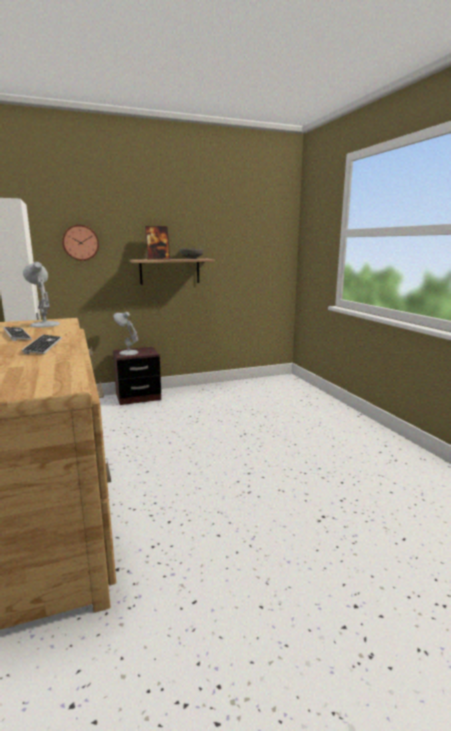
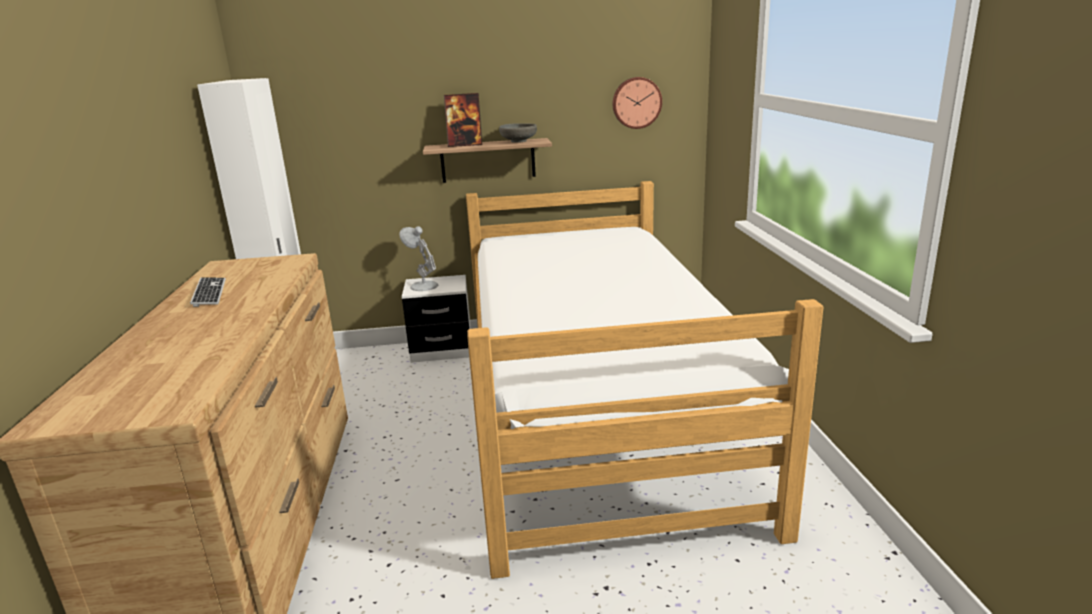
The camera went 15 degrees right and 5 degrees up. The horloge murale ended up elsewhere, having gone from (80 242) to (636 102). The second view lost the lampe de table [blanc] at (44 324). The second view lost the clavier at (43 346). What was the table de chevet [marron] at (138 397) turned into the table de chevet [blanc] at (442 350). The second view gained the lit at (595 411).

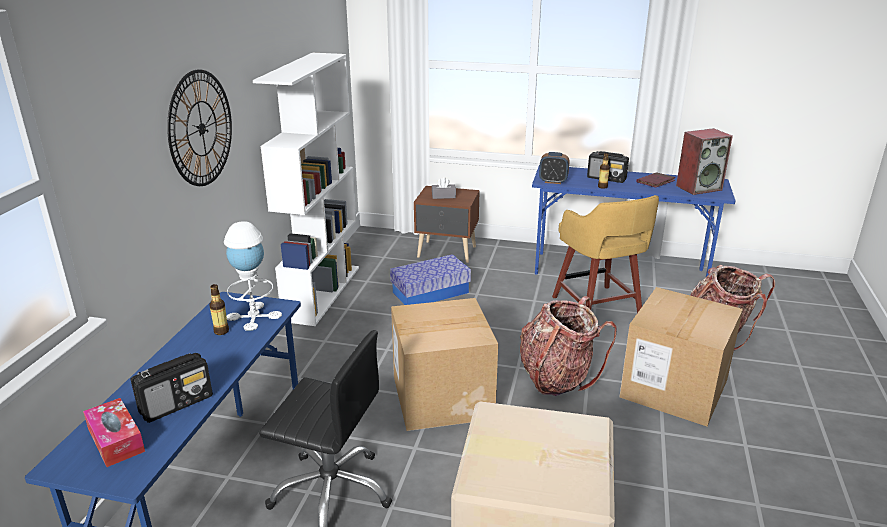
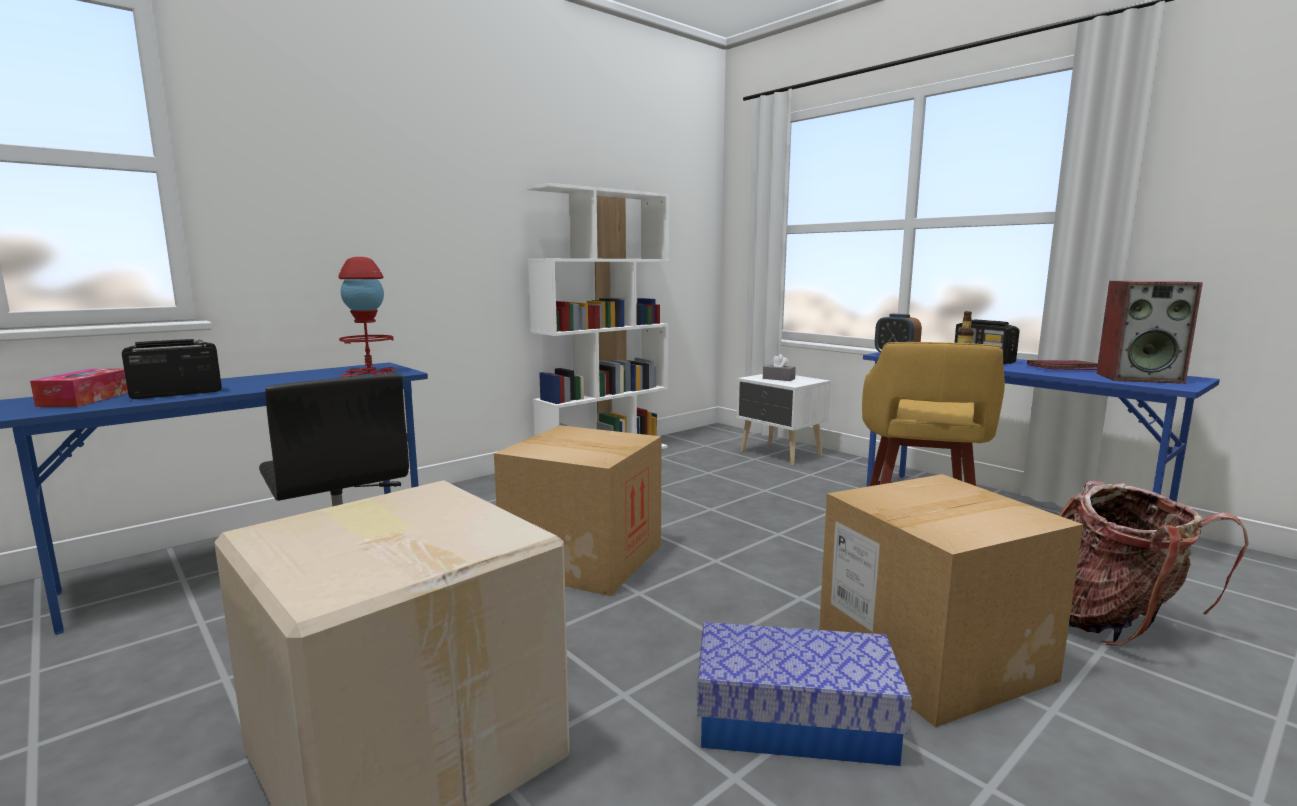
The camera went 35 degrees right and 15 degrees down. The second view lost the horloge murale at (201 128). What was the table de chevet [marron] at (447 252) turned into the table de chevet [blanc] at (780 455). What was the lampe de table [blanc] at (254 316) turned into the lampe de table [rouge] at (369 373). The boîte de rangement ended up elsewhere, having gone from (430 292) to (794 721). The second view lost the bouteille at (221 331). The second view lost the sac à dos at (557 377). The radio at (177 404) ended up facing another way, 150 degrees clockwise from before.

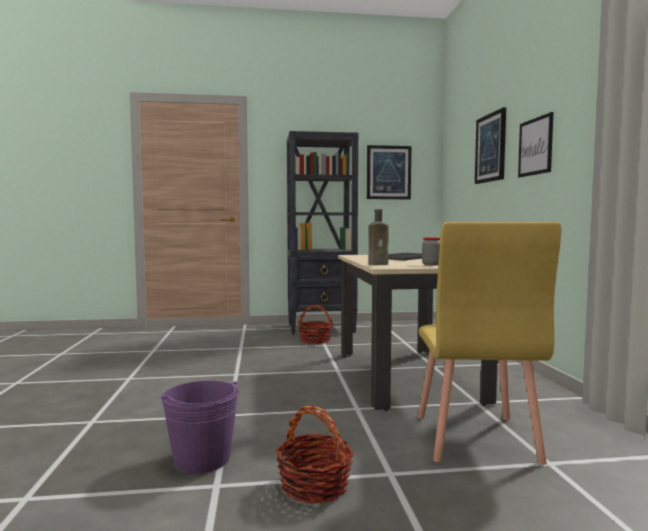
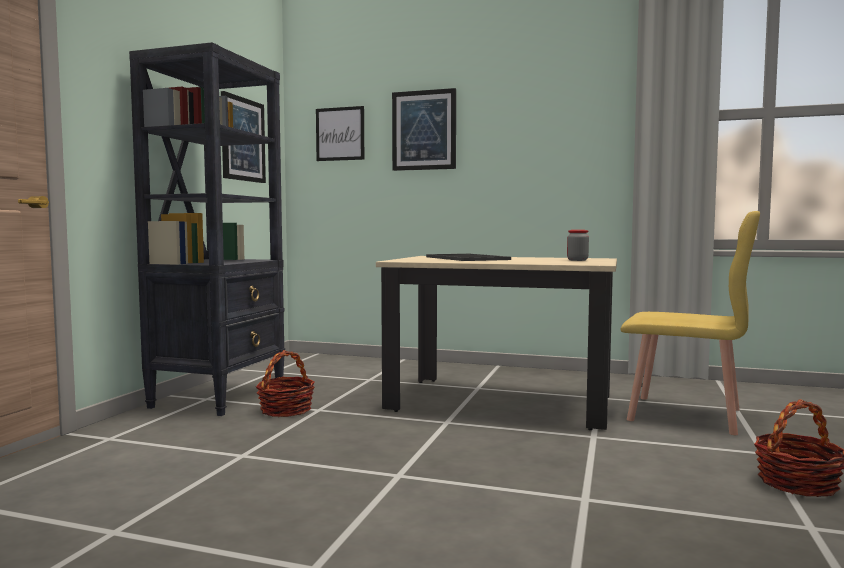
The camera went 65 degrees left and 0 degrees up. The tableau ended up elsewhere, having gone from (535 146) to (340 134). The second view lost the bouteille [marron] at (379 264). The second view lost the seau [violet] at (202 459).

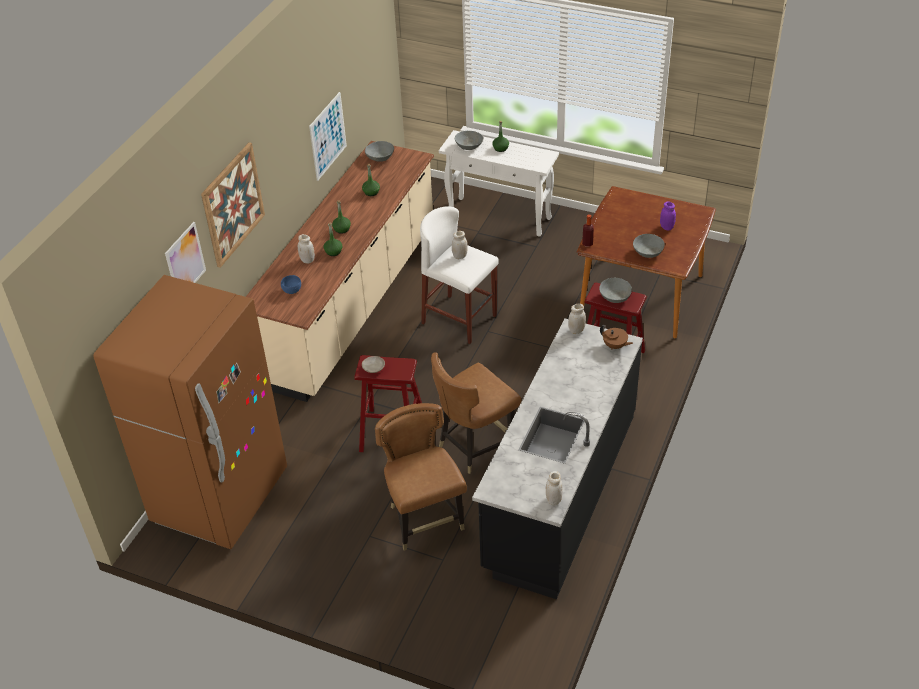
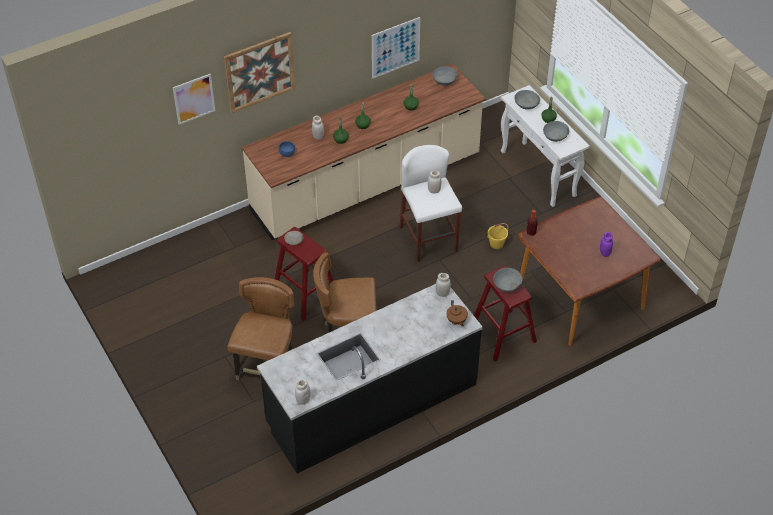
The camera went 35 degrees right and 5 degrees up. The bol [gris] ended up elsewhere, having gone from (647 252) to (555 136). The second view lost the réfrigérateur [marron] at (221 497). The second view gained the seau [jaune] at (496 244).

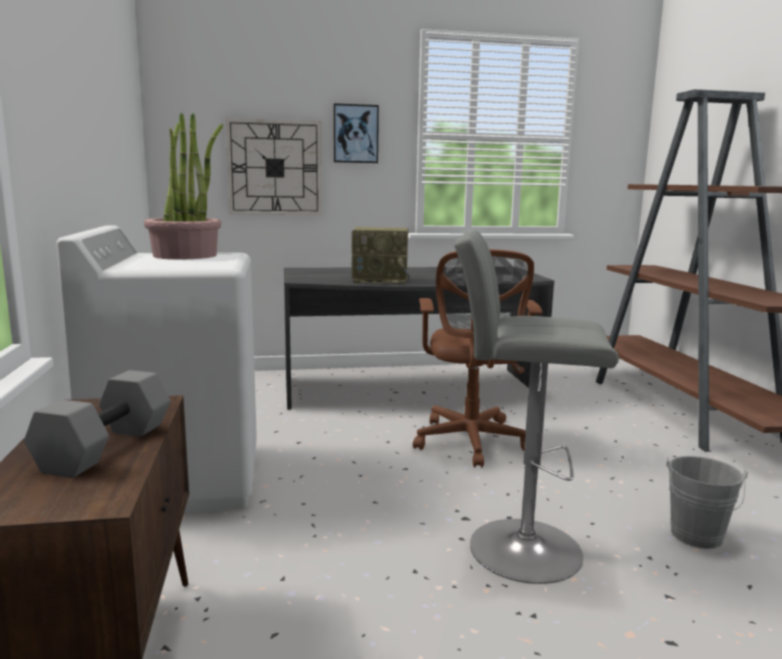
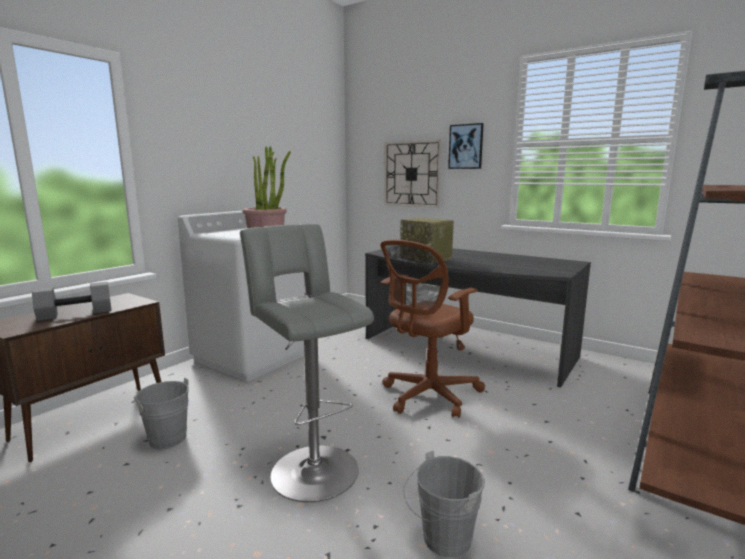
The camera went 45 degrees right and 0 degrees up. The second view gained the seau [gris] at (165 437).

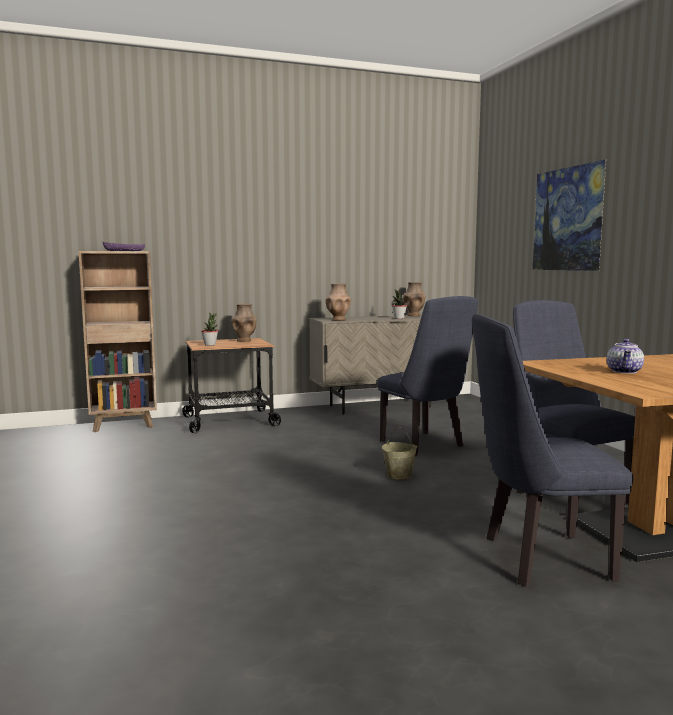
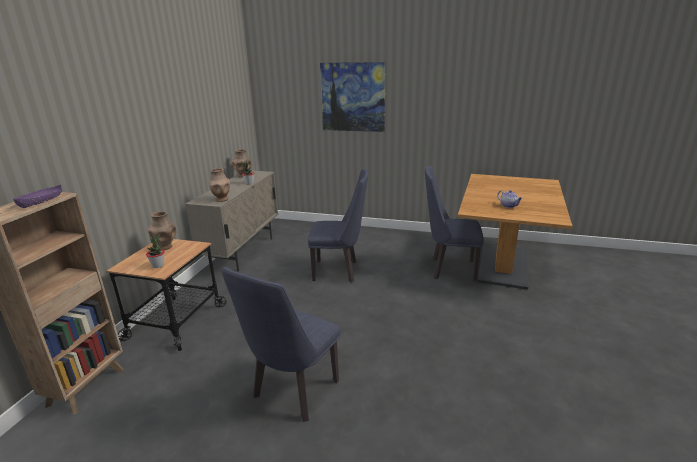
The camera went 55 degrees left and 15 degrees up. The chaise [bleu] ended up elsewhere, having gone from (536 559) to (292 393). The second view lost the seau [beige] at (399 475).

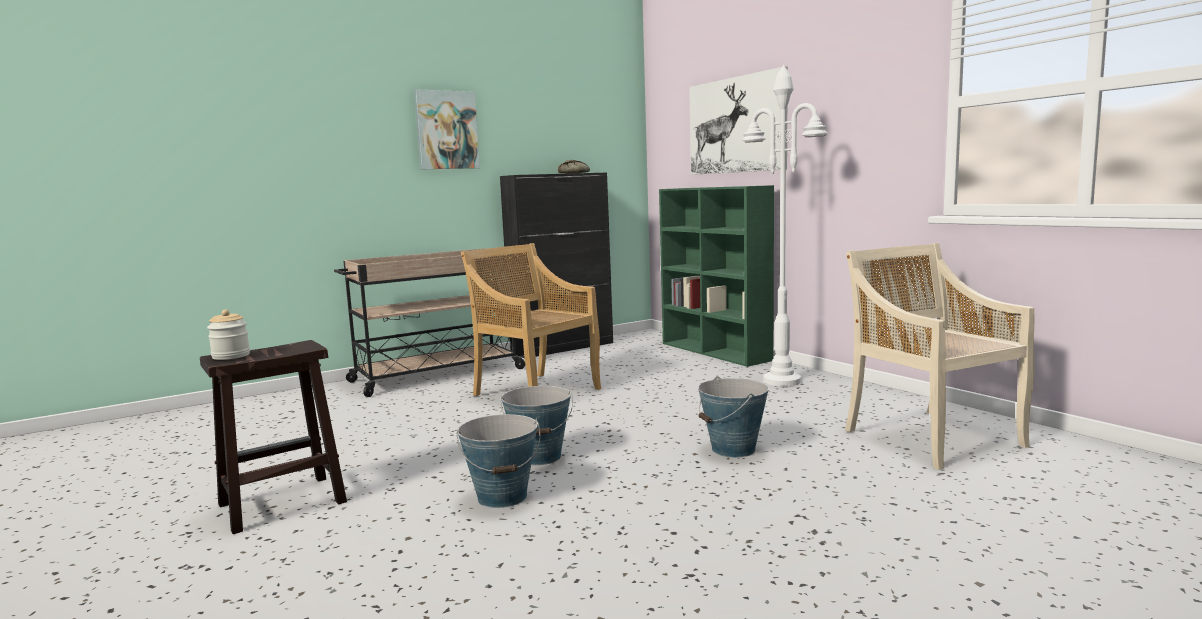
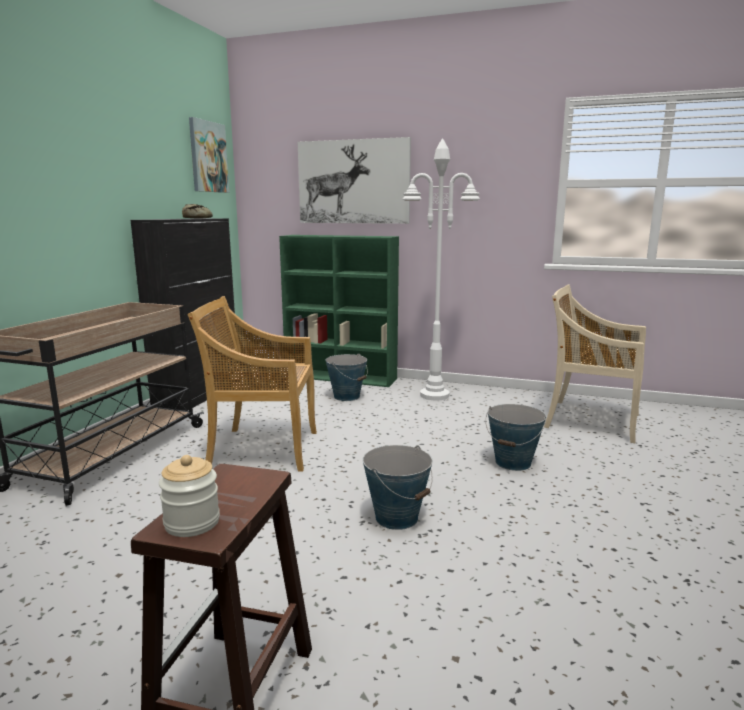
The camera went 40 degrees left and 5 degrees up. The tableau ended up elsewhere, having gone from (447 130) to (208 157). The seau ended up elsewhere, having gone from (502 497) to (347 396).

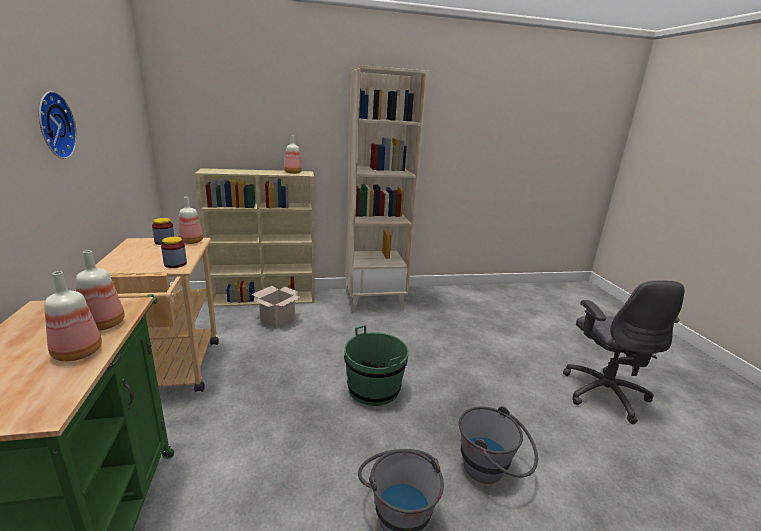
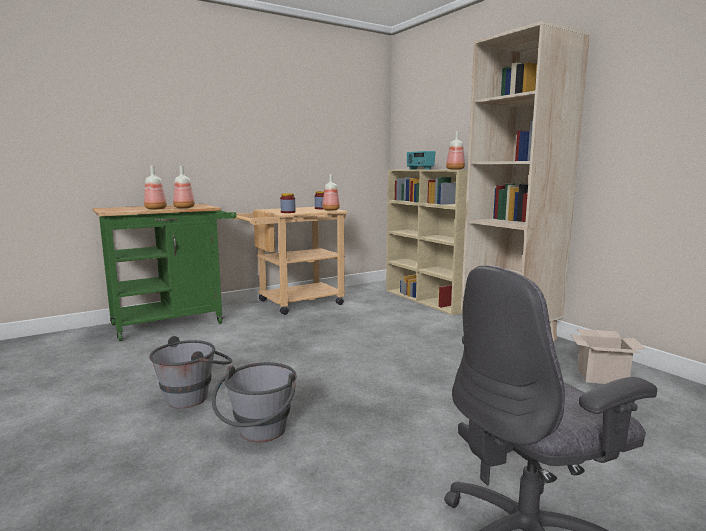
The camera went 70 degrees right and 10 degrees down. The second view lost the horloge murale at (52 125). The carton ended up elsewhere, having gone from (278 319) to (603 376). The second view lost the seau [vert] at (374 388). The second view gained the radio at (419 169).

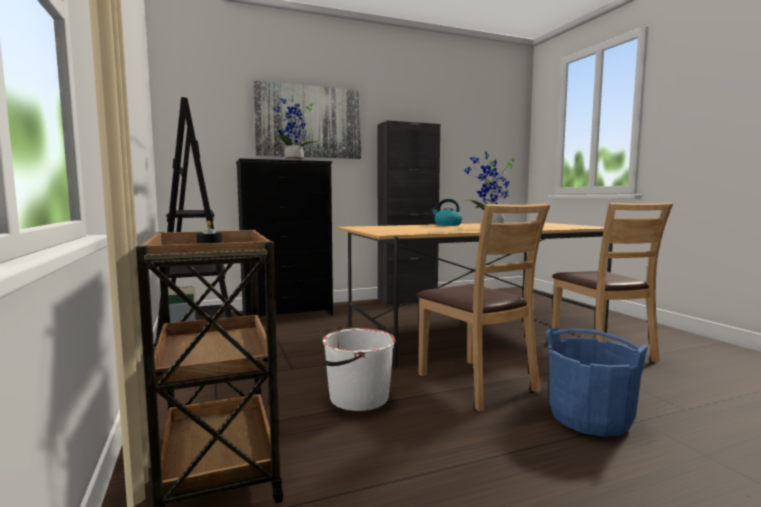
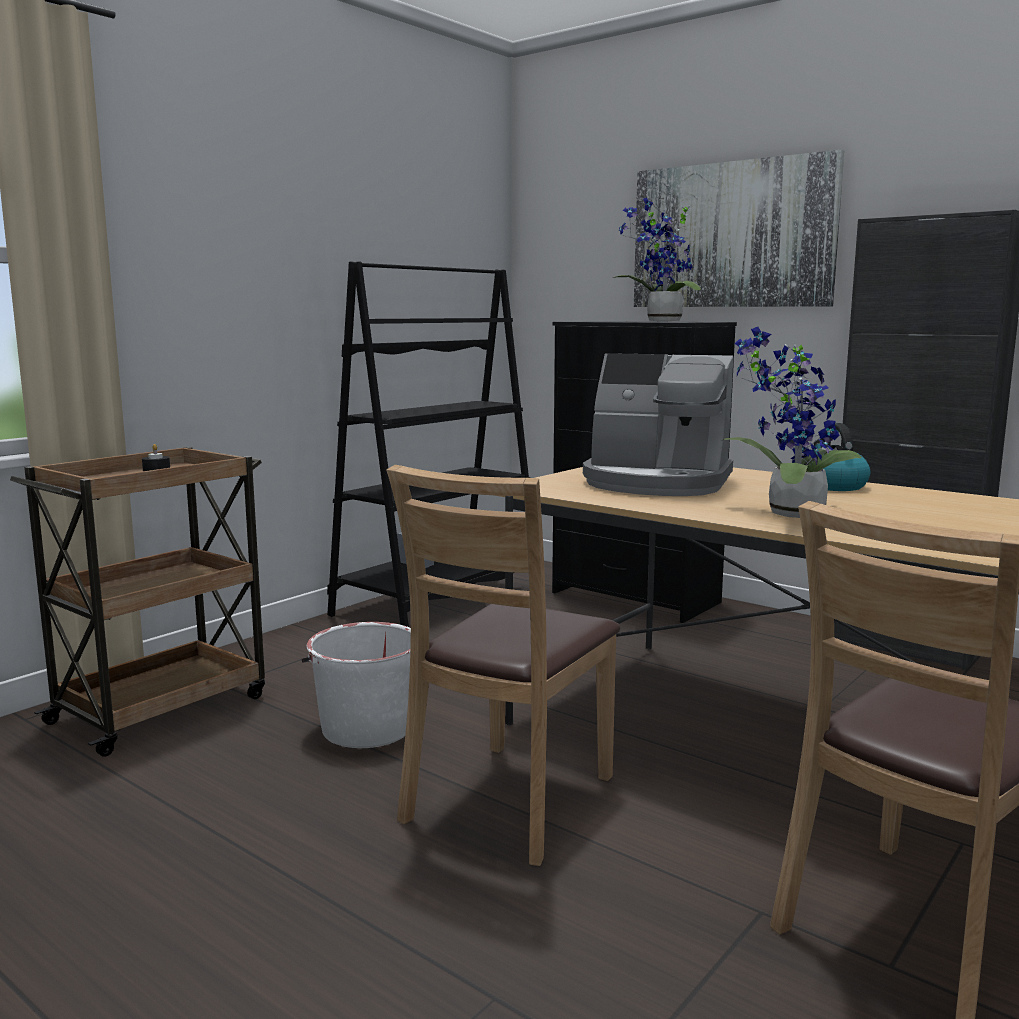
The camera went 60 degrees right and 5 degrees up. The second view lost the seau [bleu] at (590 418). The second view gained the machine à café at (657 483).

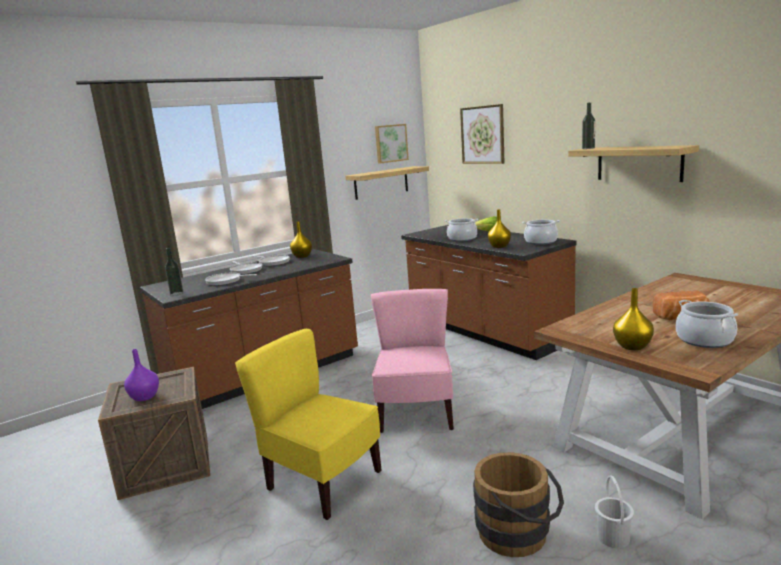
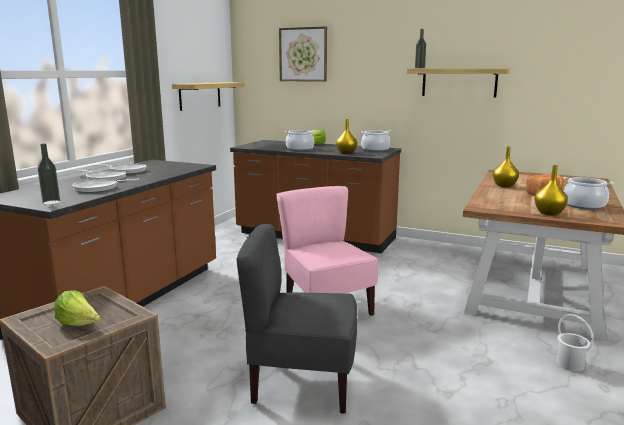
The camera went 30 degrees left and 0 degrees up. The second view lost the tableau at (390 143). The vase [jaune] ended up elsewhere, having gone from (302 256) to (504 186). What was the chaise [jaune] at (323 482) turned into the chaise [gris] at (302 383). Where the vase [violet] stood at (145 397), the laitue came to stand at (79 324). The second view lost the seau [marron] at (519 534).

